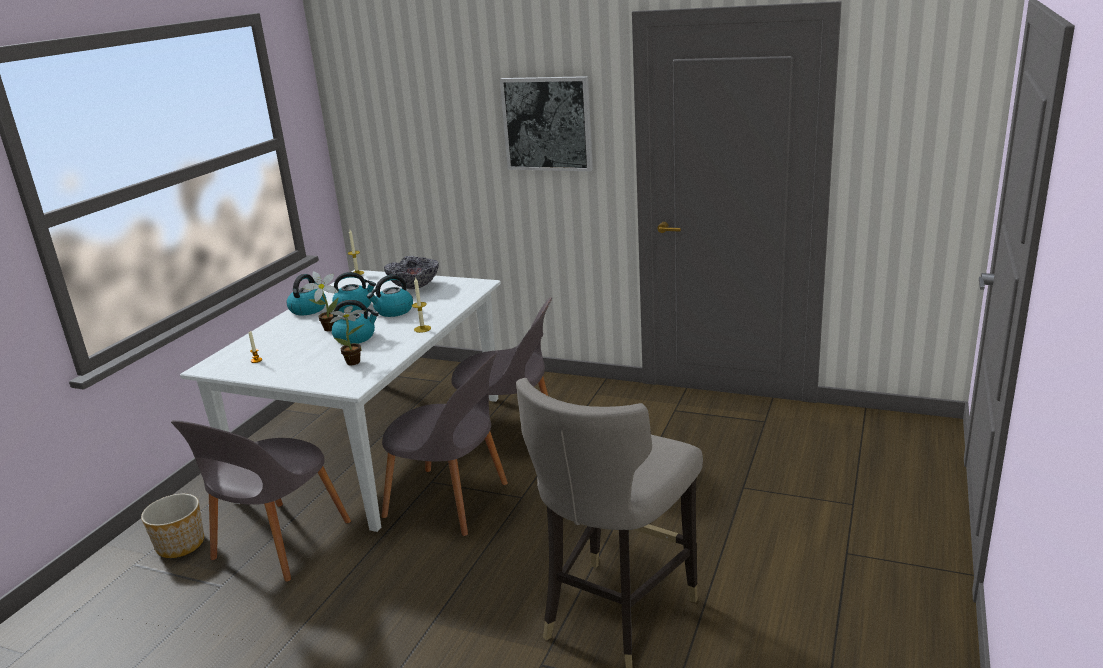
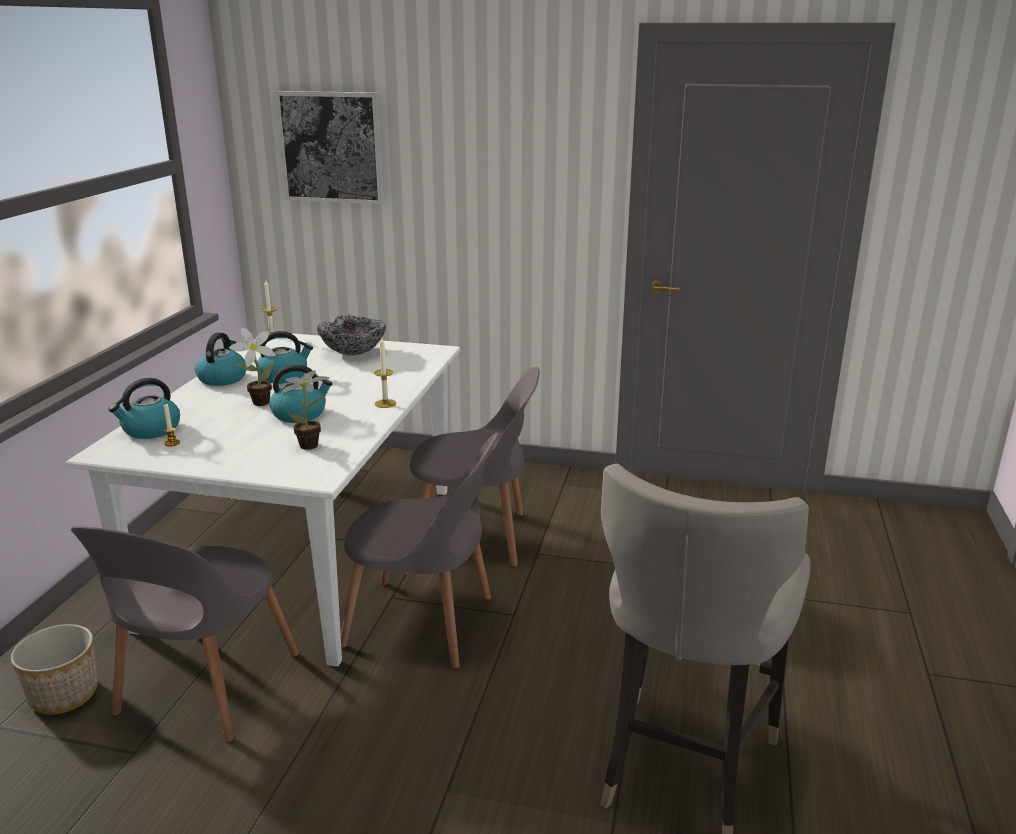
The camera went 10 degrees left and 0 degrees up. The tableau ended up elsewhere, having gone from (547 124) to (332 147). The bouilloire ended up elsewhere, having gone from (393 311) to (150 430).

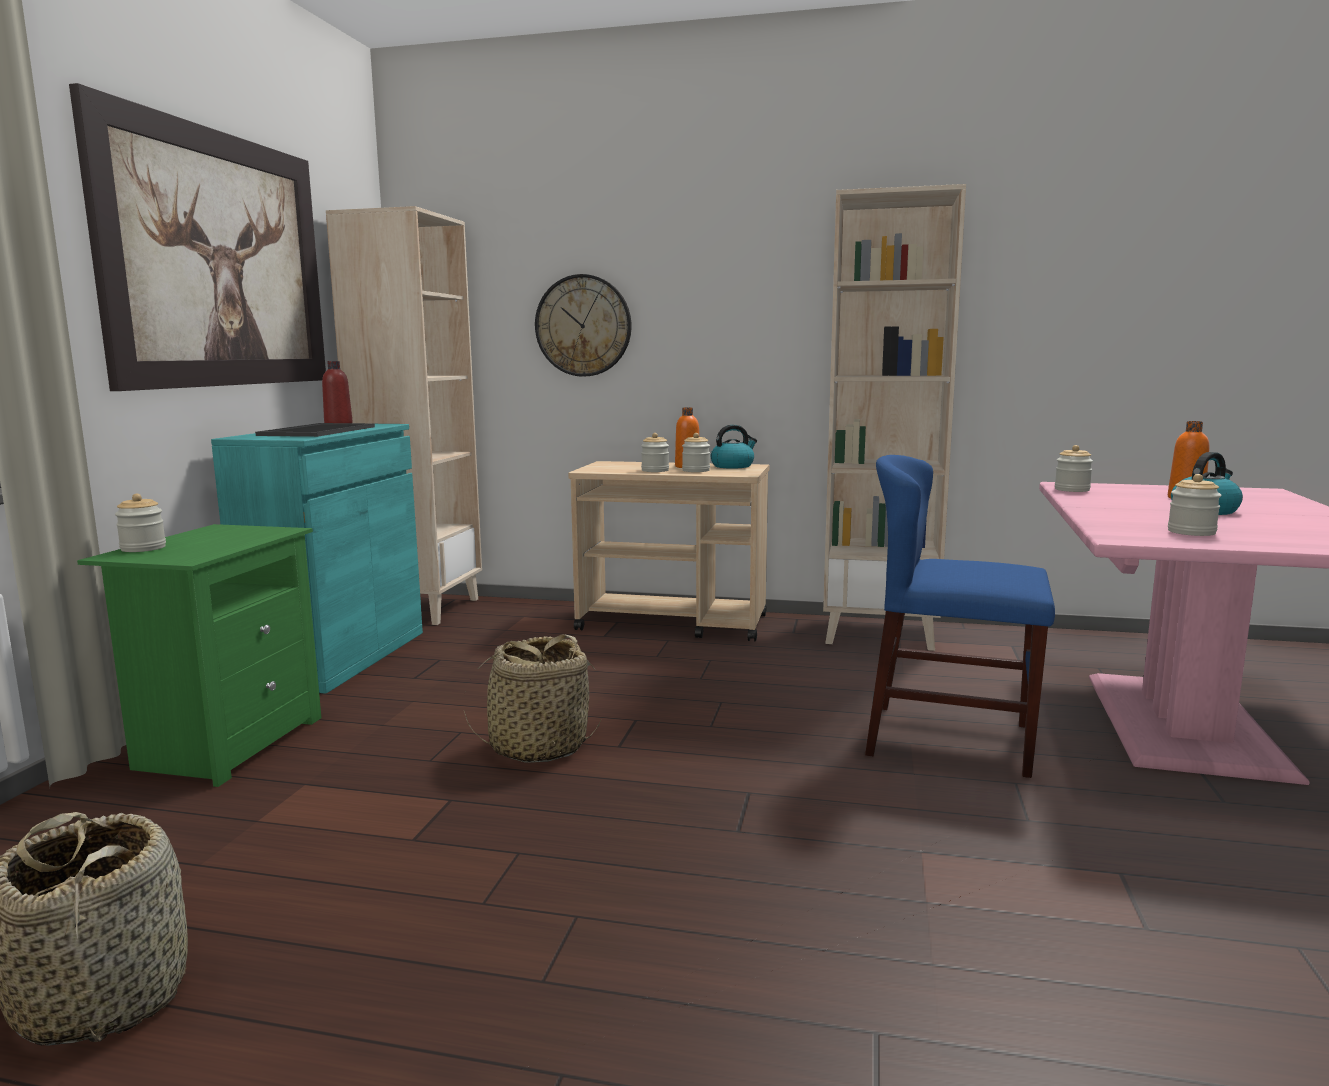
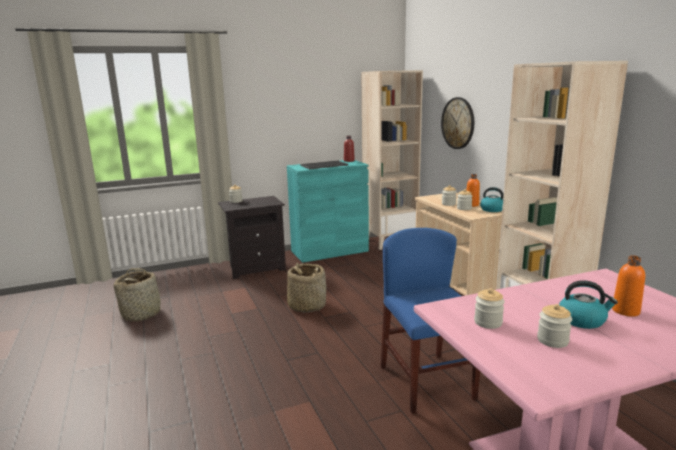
The camera went 55 degrees right and 5 degrees up. The second view lost the tableau at (218 260). The bocal ended up elsewhere, having gone from (1072 490) to (552 340). What was the table de chevet [vert] at (227 744) turned into the table de chevet [noir] at (256 268).

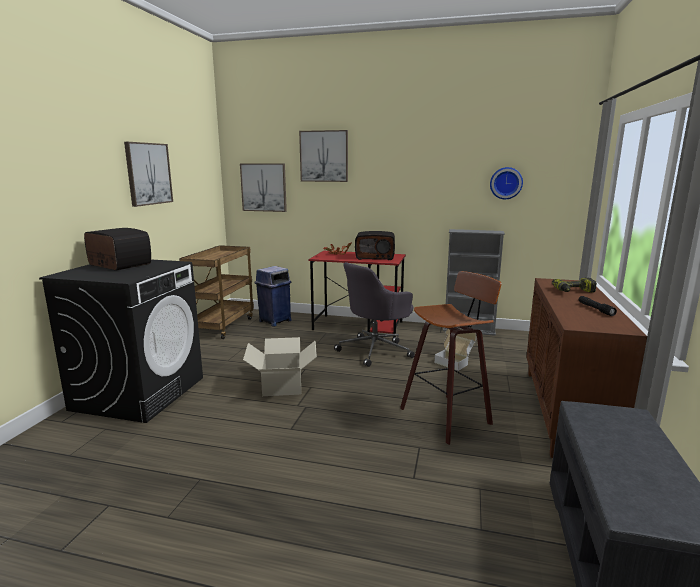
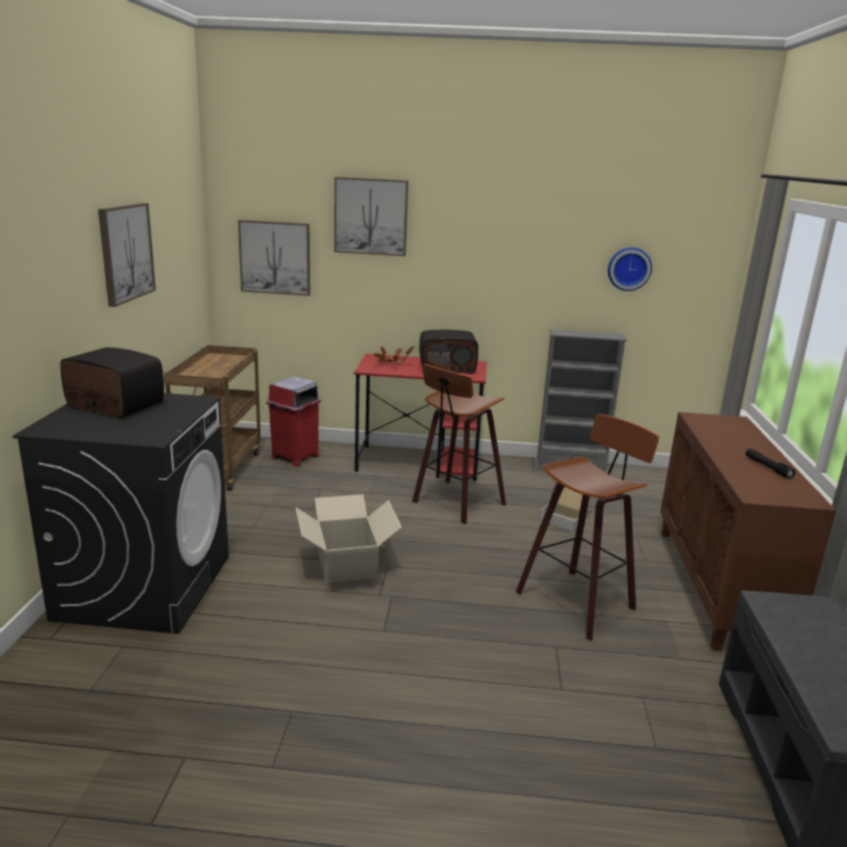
The camera went 10 degrees left and 5 degrees up. Where the chaise de bureau [gris] stood at (375 350), the tabouret came to stand at (455 503). What was the poubelle [bleu] at (274 321) turned into the poubelle [rouge] at (294 457). The second view lost the perceuse at (574 292).

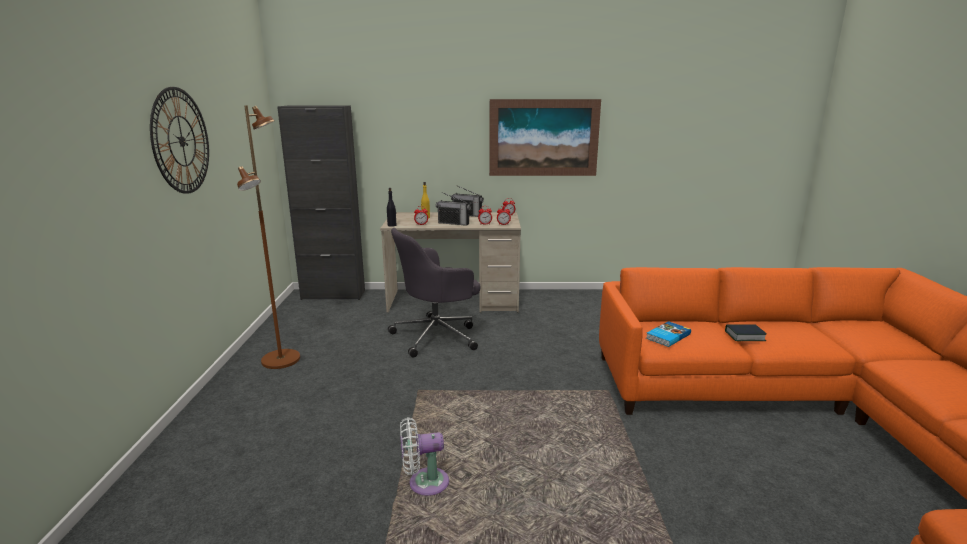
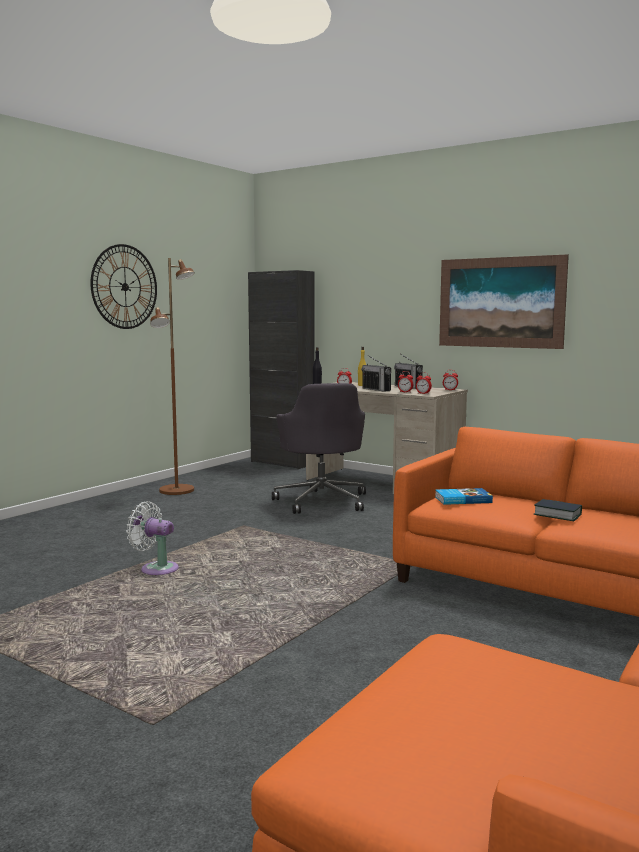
The camera went 35 degrees right and 10 degrees down. The chaise de bureau [gris] at (437 336) ended up facing another way, 105 degrees counterclockwise from before.

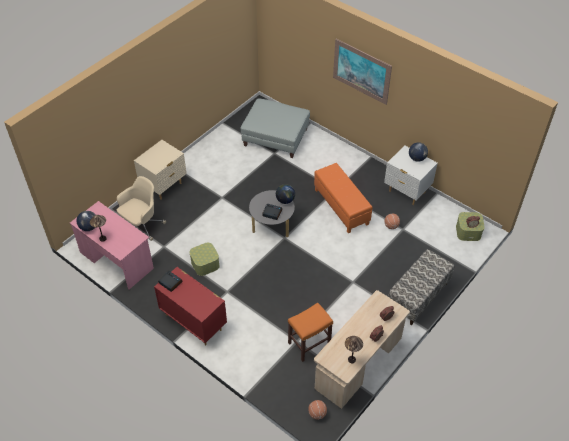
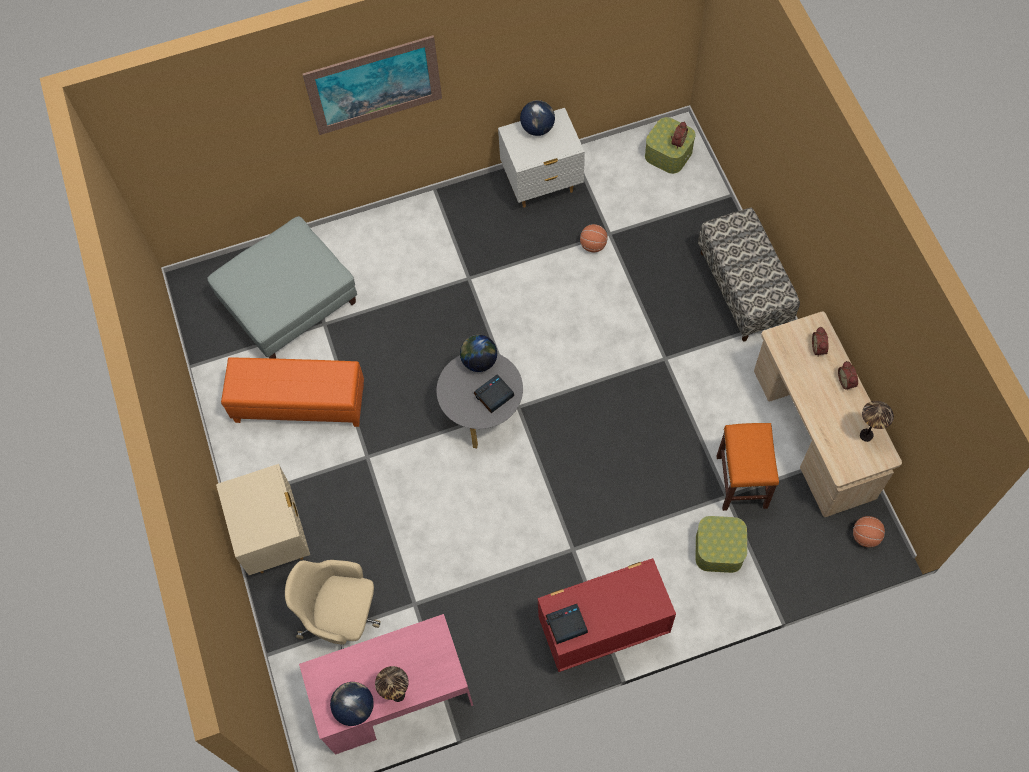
The camera went 55 degrees left and 15 degrees up. The pouf [orange] ended up elsewhere, having gone from (341 207) to (300 403). The chaise de bureau [beige] at (142 225) ended up facing another way, 60 degrees counterclockwise from before. The boîte de rangement ended up elsewhere, having gone from (205 264) to (719 549).

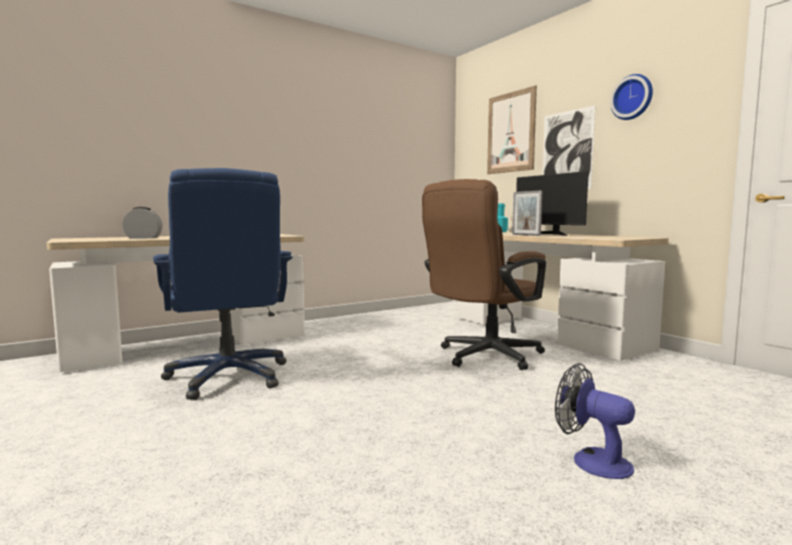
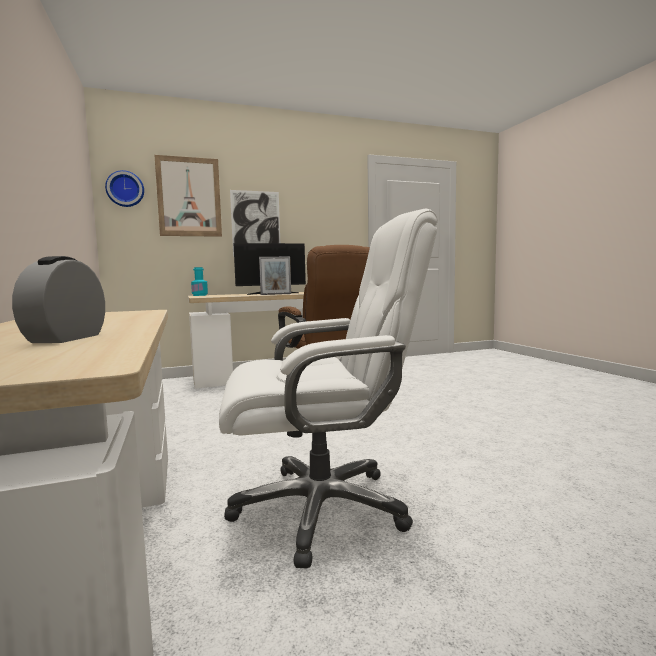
The camera went 75 degrees left and 0 degrees up. The horloge murale ended up elsewhere, having gone from (633 97) to (125 189). What was the chaise de bureau [bleu] at (229 377) turned into the chaise de bureau [blanc] at (322 508). The second view lost the ventilateur at (591 460).

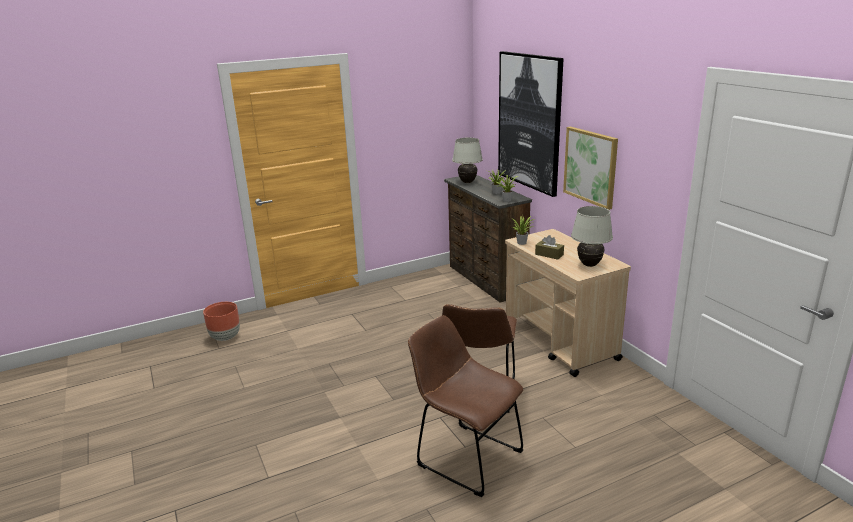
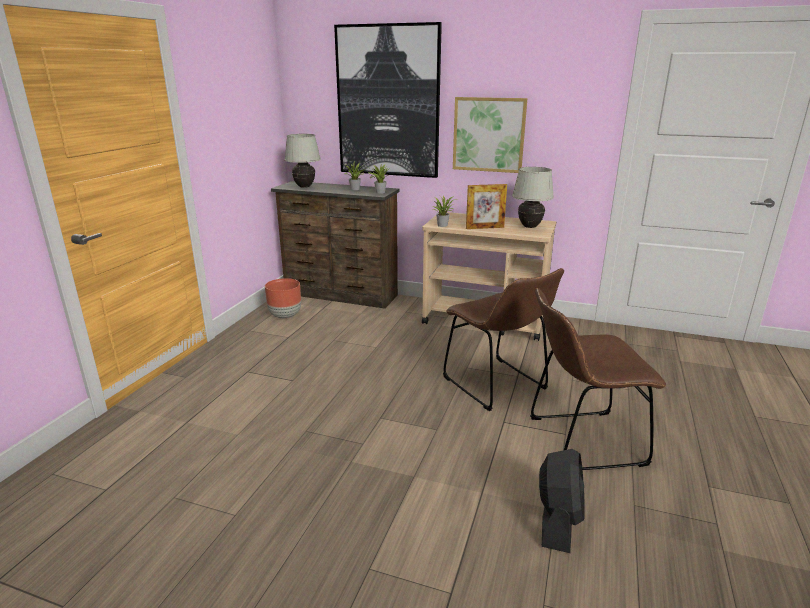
The camera went 45 degrees left and 0 degrees up. Where the boîte à mouchoirs [marron] stood at (549 254), the cadre photo came to stand at (485 228). The cache-pot [marron] ended up elsewhere, having gone from (225 337) to (285 316). The second view gained the ventilateur [noir] at (558 520).

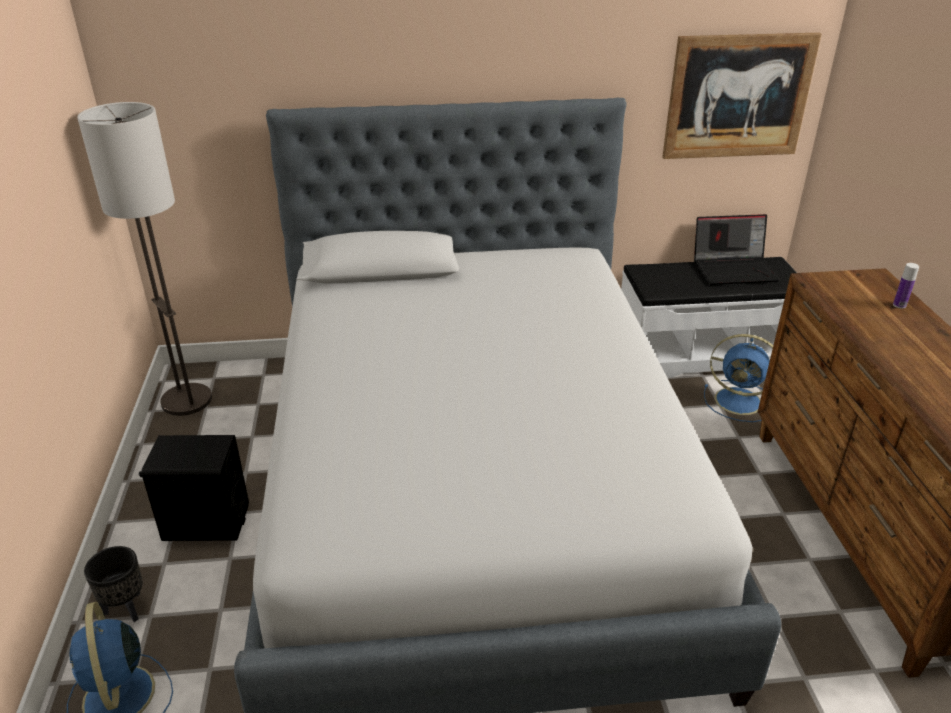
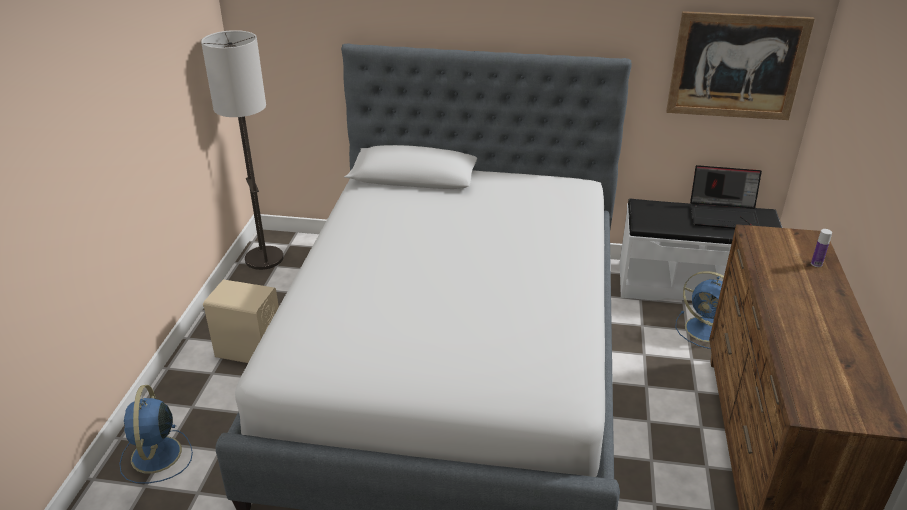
The camera went 15 degrees right and 0 degrees up. What was the enceinte [noir] at (206 522) turned into the enceinte [beige] at (249 350). The second view lost the cache-pot [noir] at (127 608).

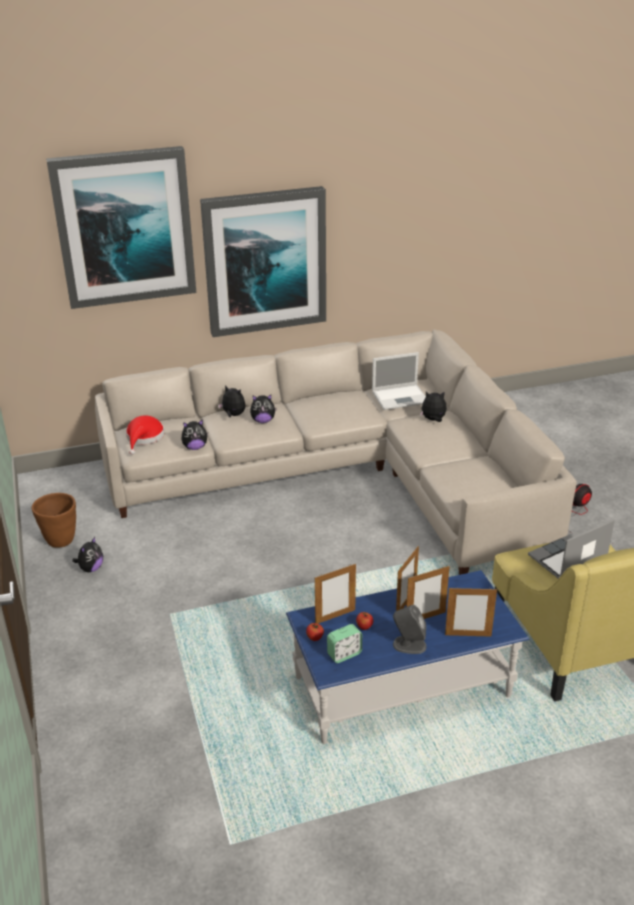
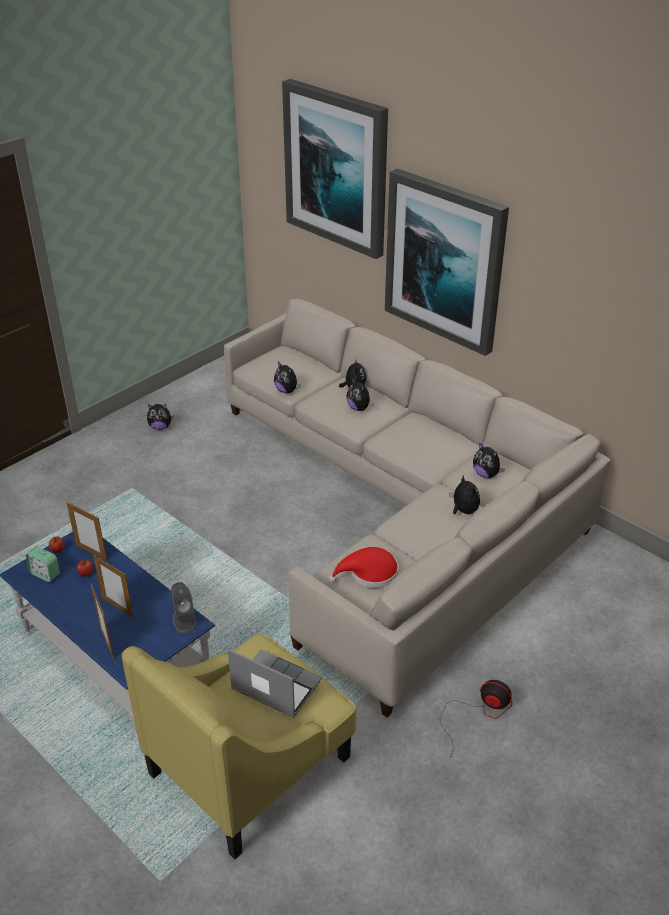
The camera went 60 degrees right and 5 degrees up. Where the ordinateur portable stood at (401 397), the peluche came to stand at (486 474). The chapeau [rouge] ended up elsewhere, having gone from (144 437) to (369 573). The second view lost the cache-pot [marron] at (60 540). The second view lost the cadre photo at (406 604). The enceinte [gris] ended up elsewhere, having gone from (409 645) to (184 620).

